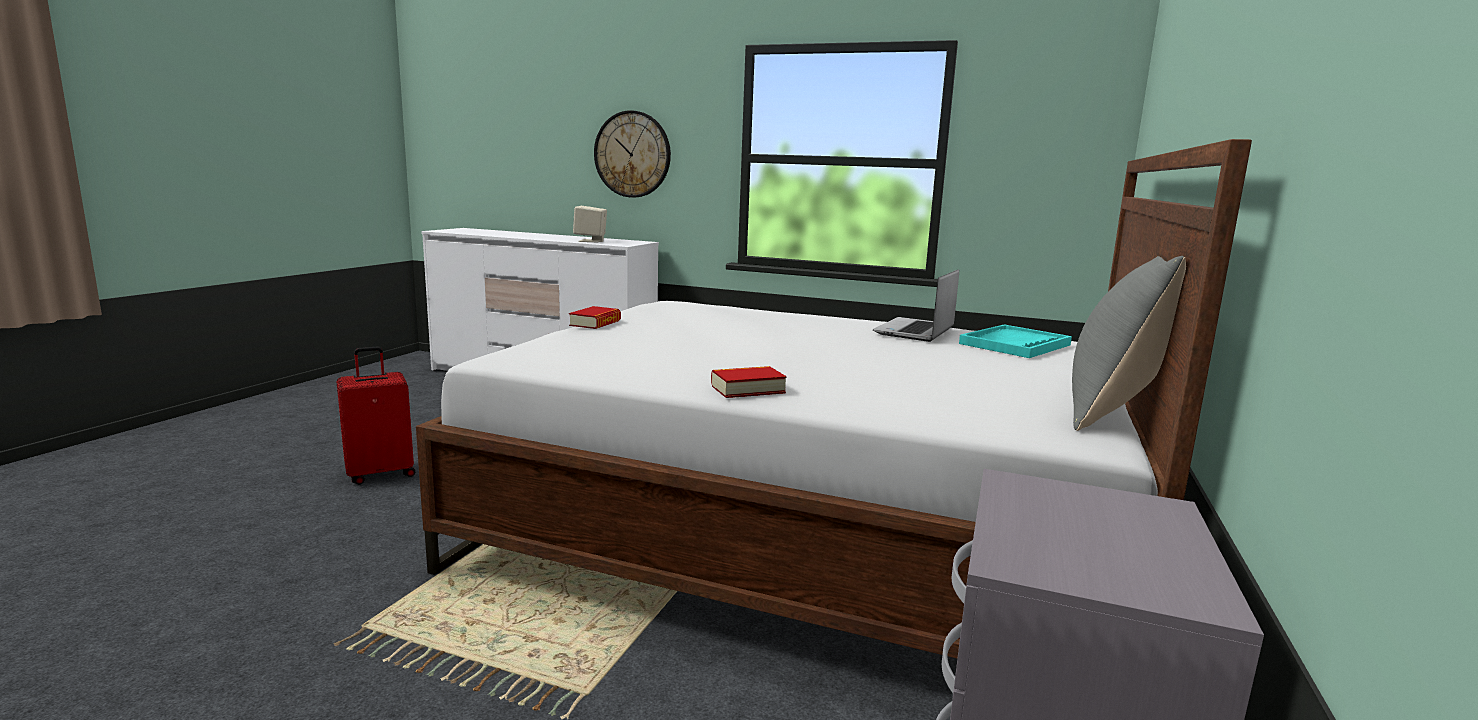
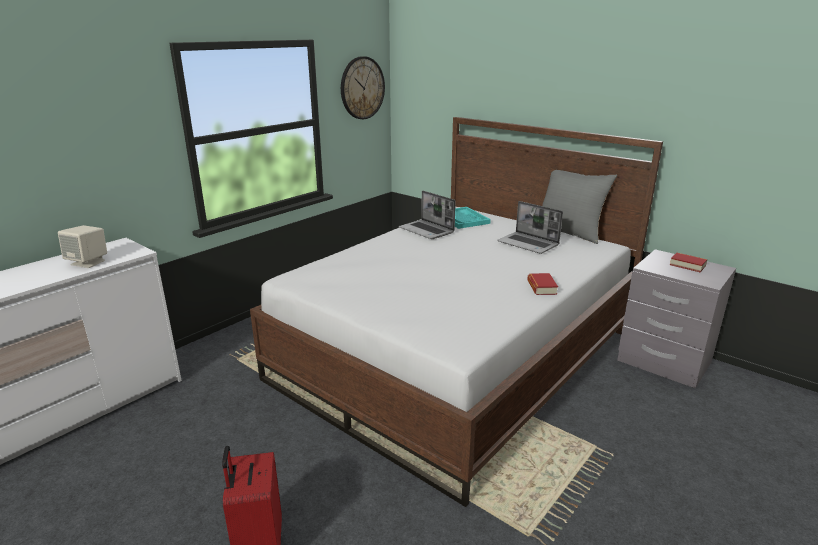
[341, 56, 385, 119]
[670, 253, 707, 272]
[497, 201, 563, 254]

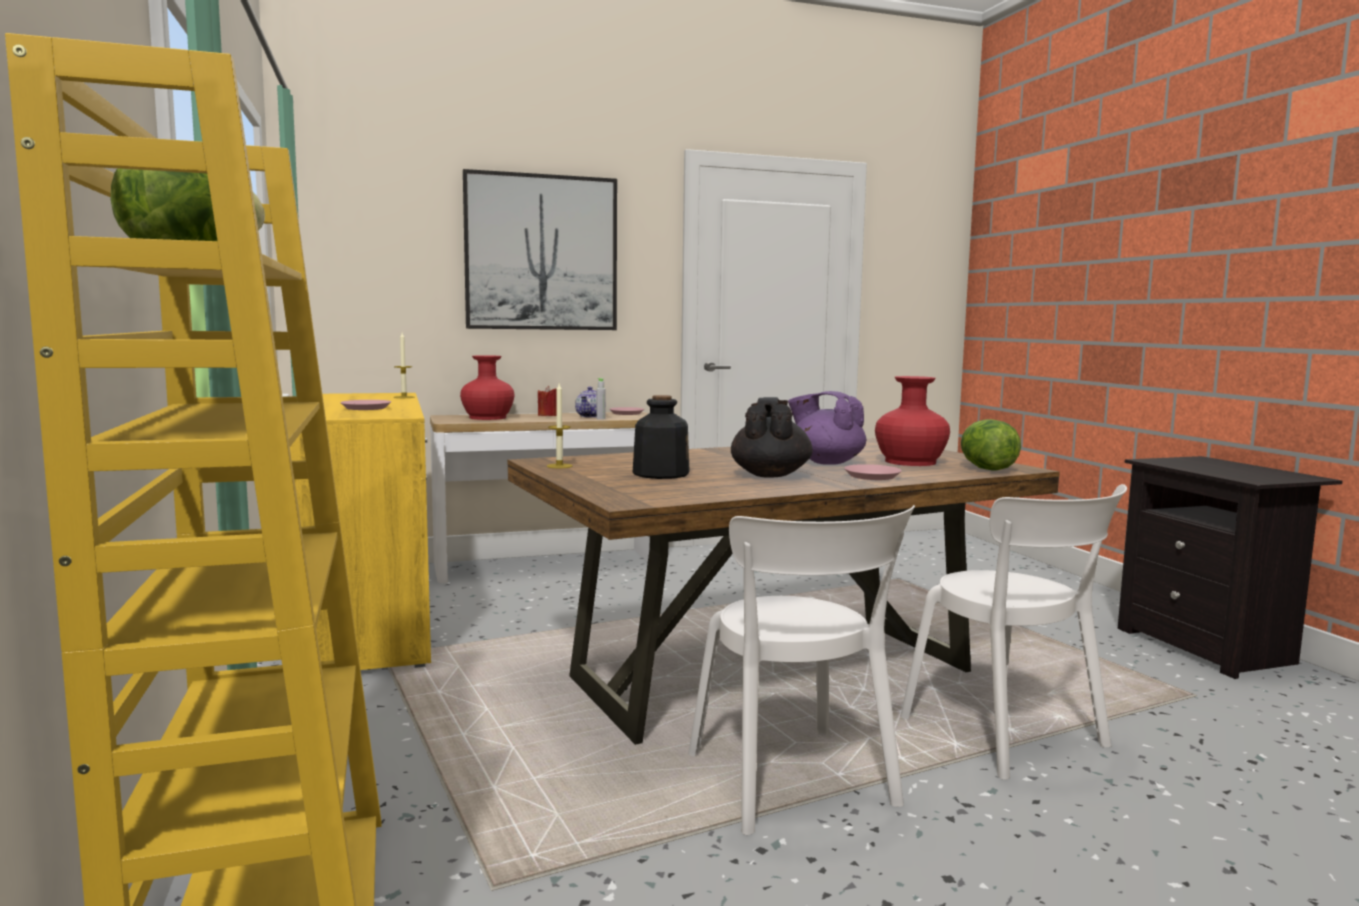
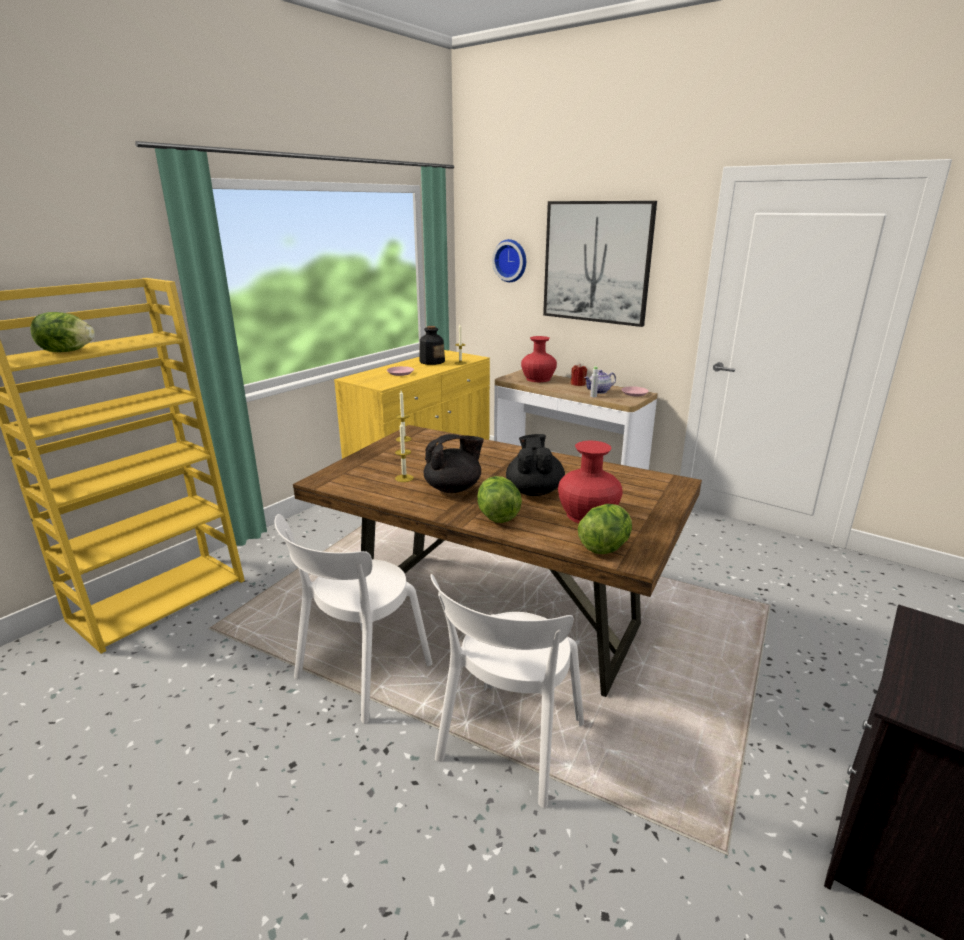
[506, 434, 565, 496]
[419, 326, 445, 365]
[477, 476, 522, 523]
[492, 239, 526, 282]
[395, 422, 414, 482]

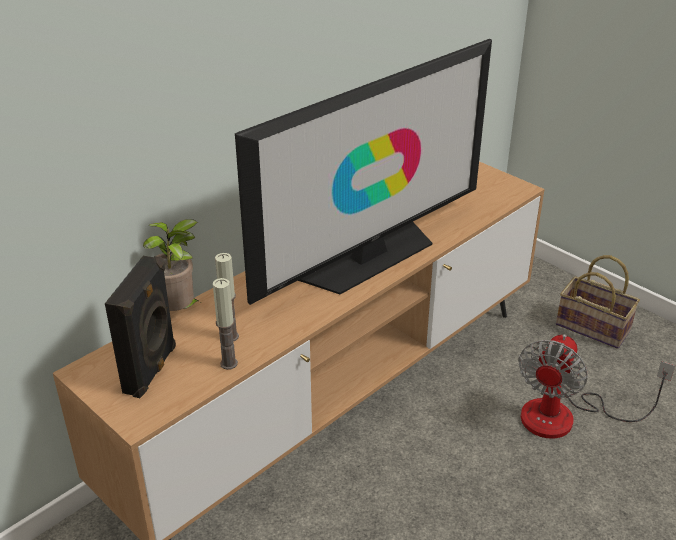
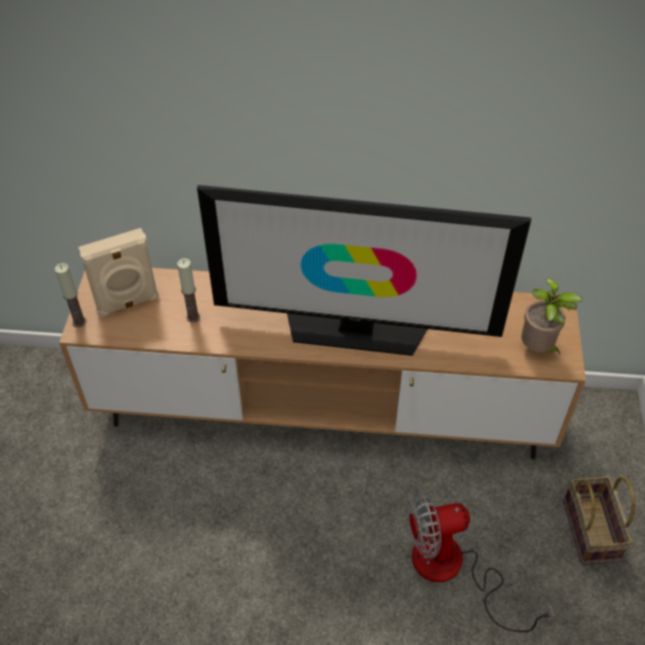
[521, 278, 583, 354]
[78, 228, 159, 317]
[55, 263, 86, 327]

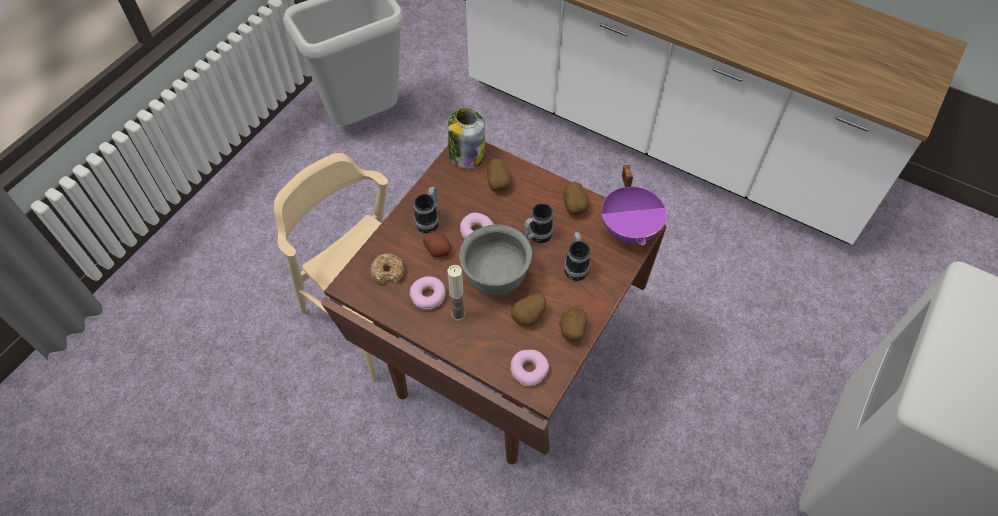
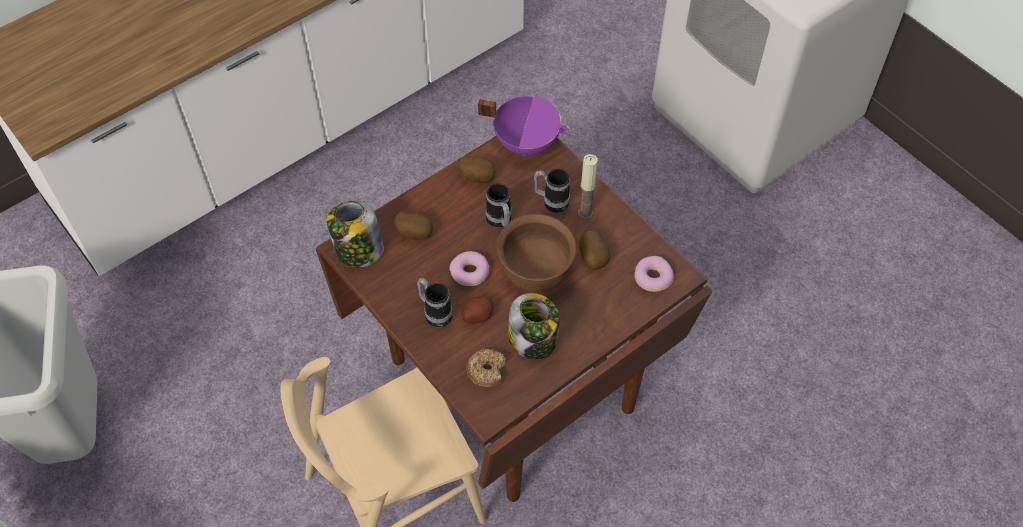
[497, 214, 577, 291]
[578, 154, 598, 219]
[508, 293, 560, 360]
[559, 308, 587, 341] (first image)

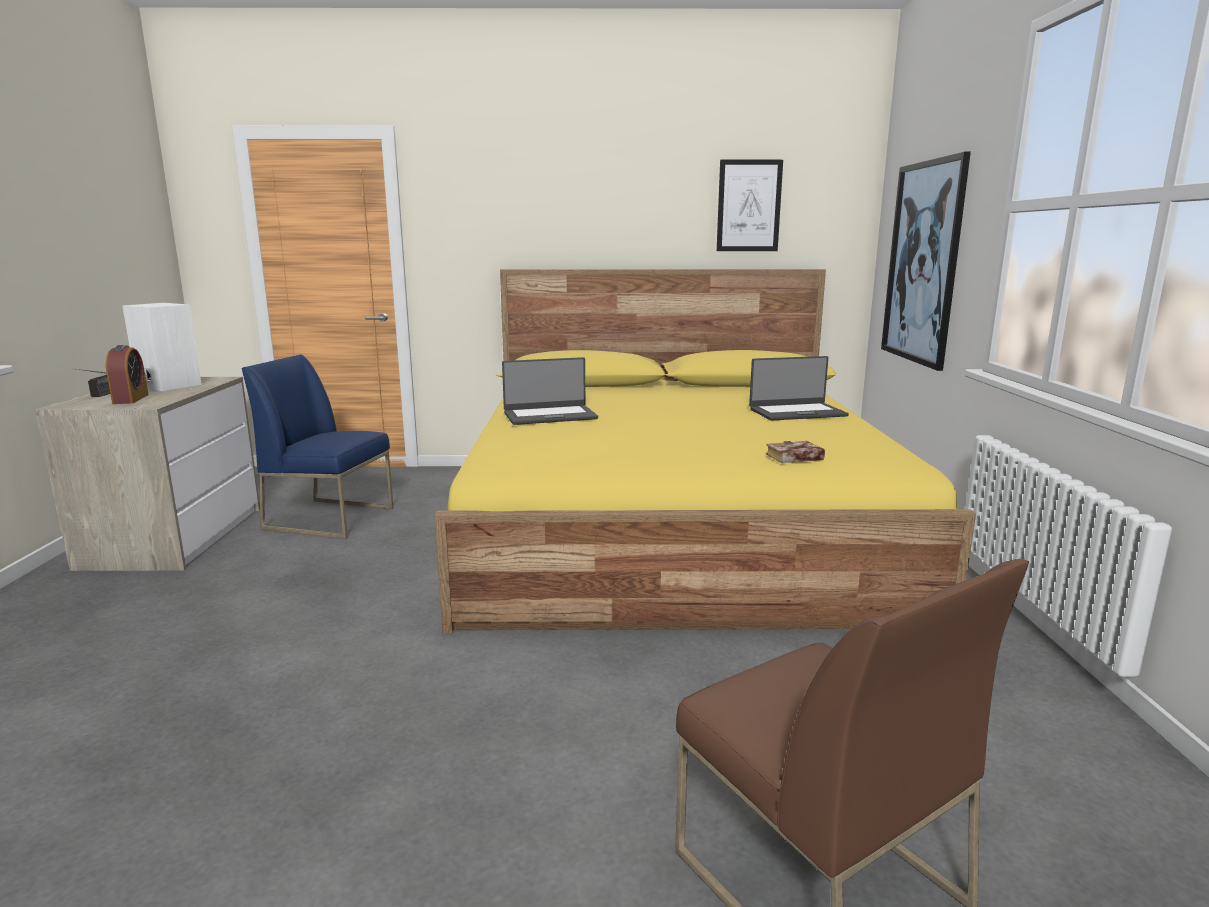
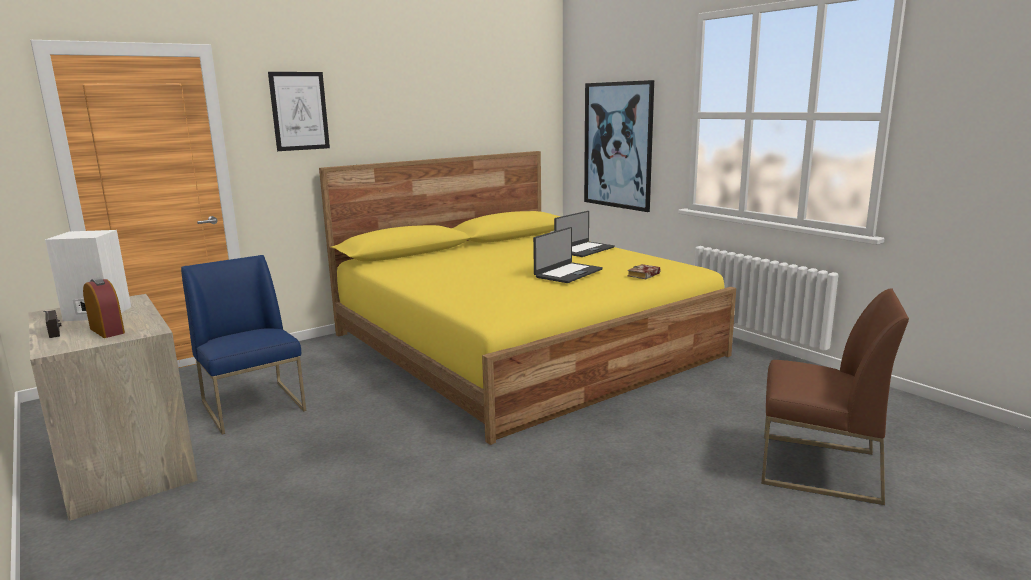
[268, 72, 330, 151]
[181, 255, 306, 435]
[533, 227, 603, 283]

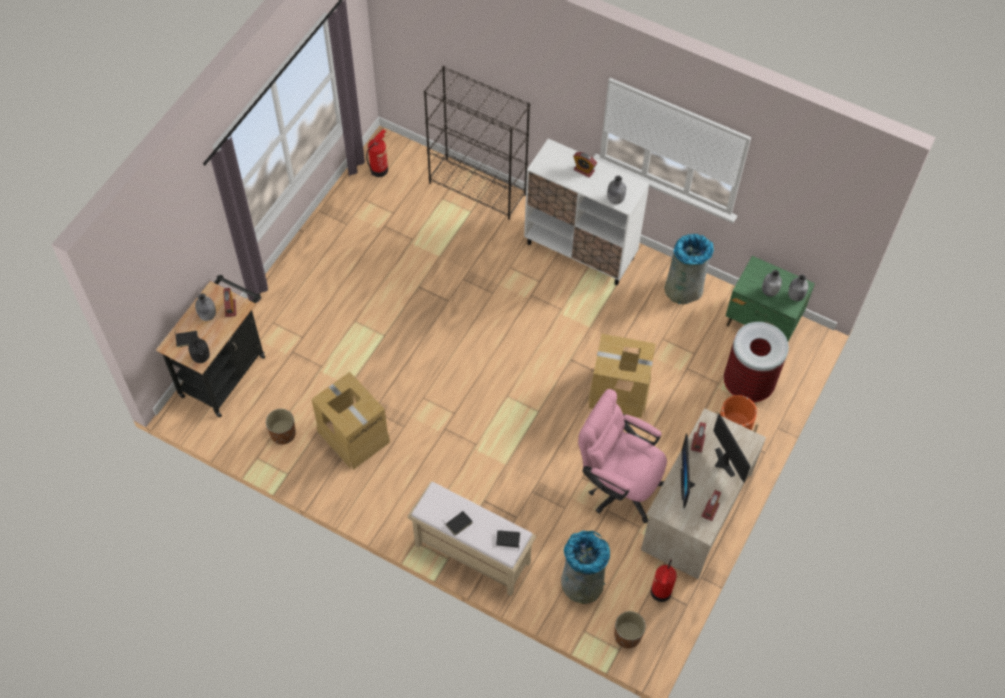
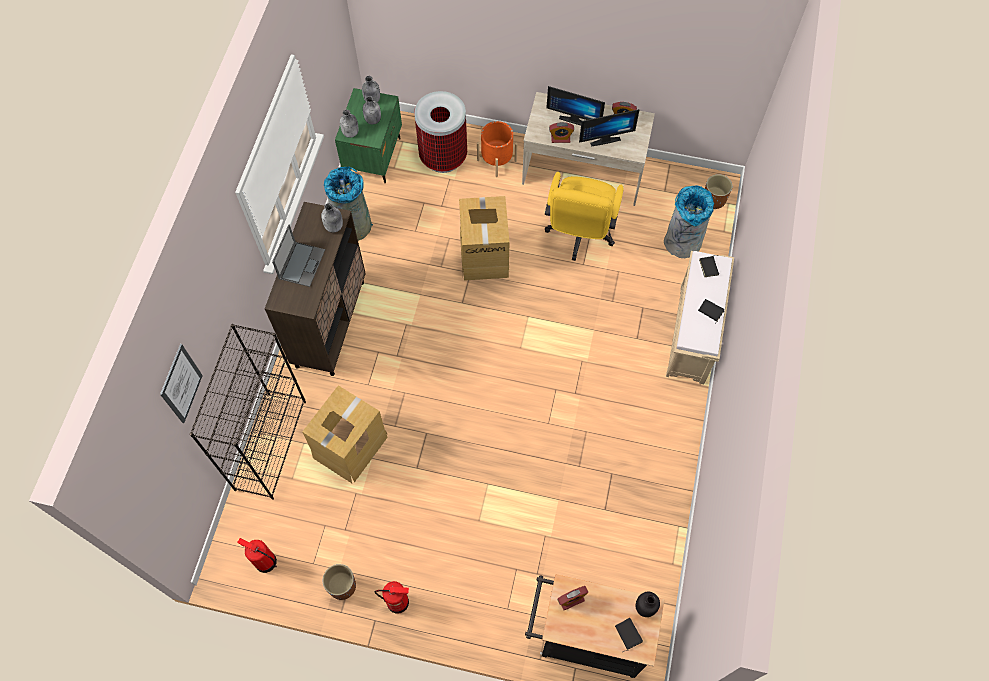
[265, 202, 366, 376]
[272, 224, 325, 287]
[340, 110, 359, 138]
[302, 385, 388, 483]
[545, 172, 624, 261]
[323, 564, 356, 600]
[546, 86, 605, 125]
[375, 581, 409, 614]
[160, 344, 203, 423]

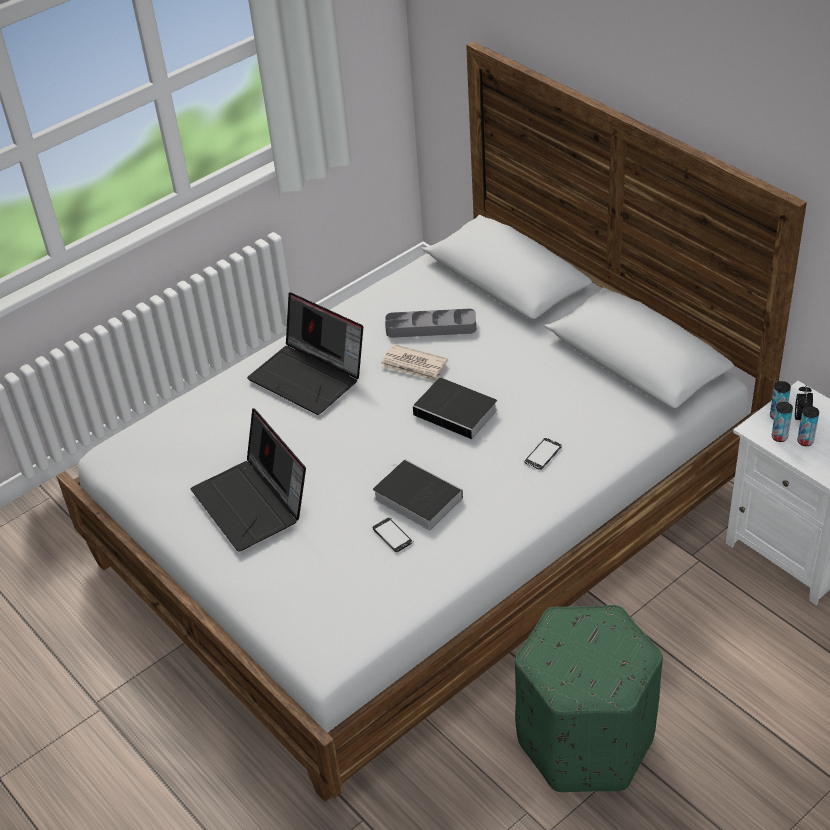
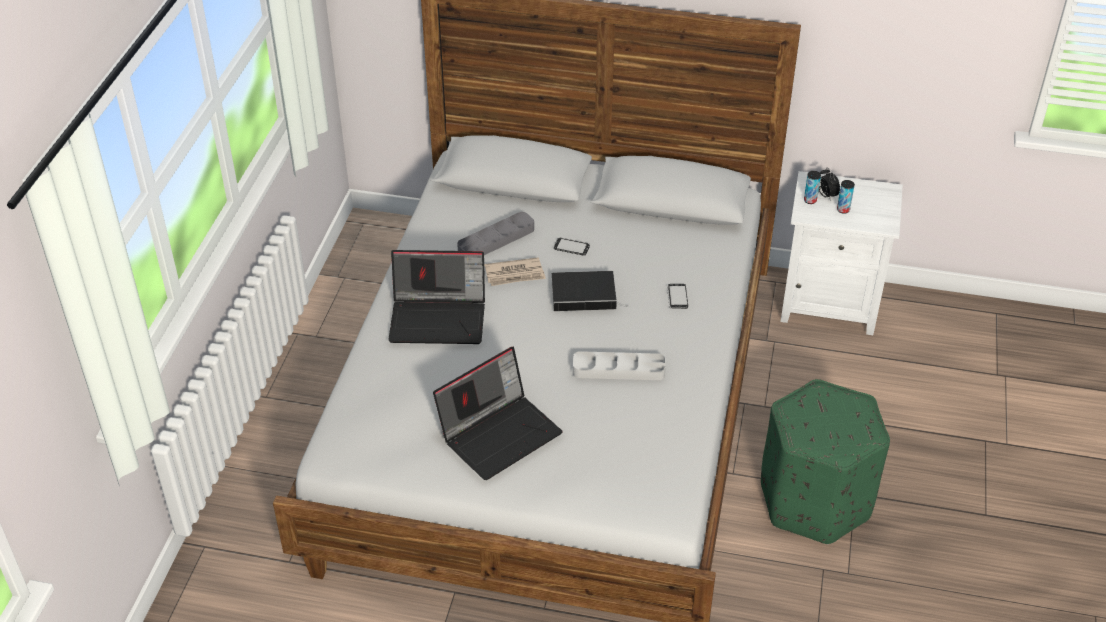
[772, 402, 793, 442] (first image)
[433, 347, 563, 480]
[573, 351, 666, 380]
[554, 237, 590, 256]

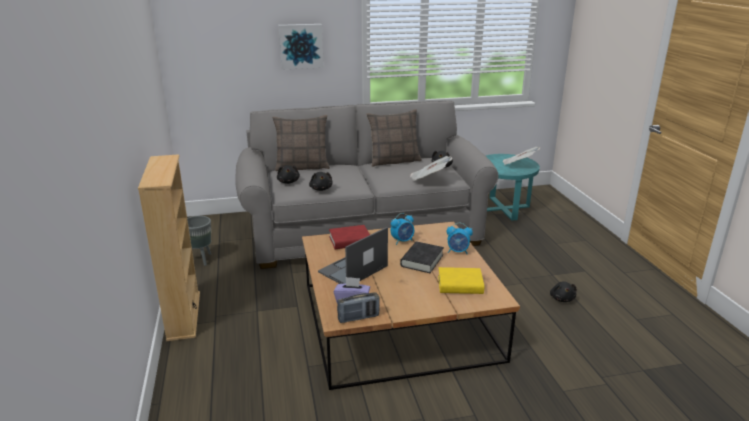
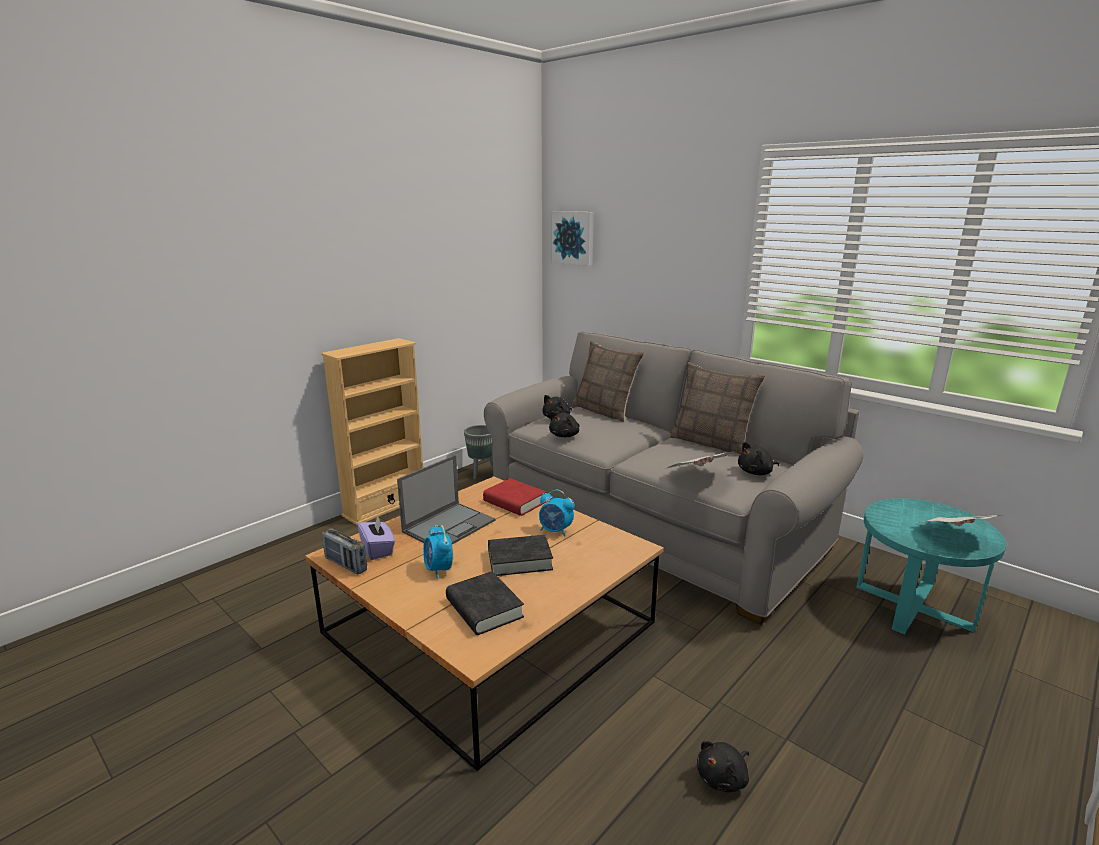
[551, 211, 594, 266]
[423, 525, 453, 579]
[397, 455, 495, 544]
[446, 571, 524, 635]

